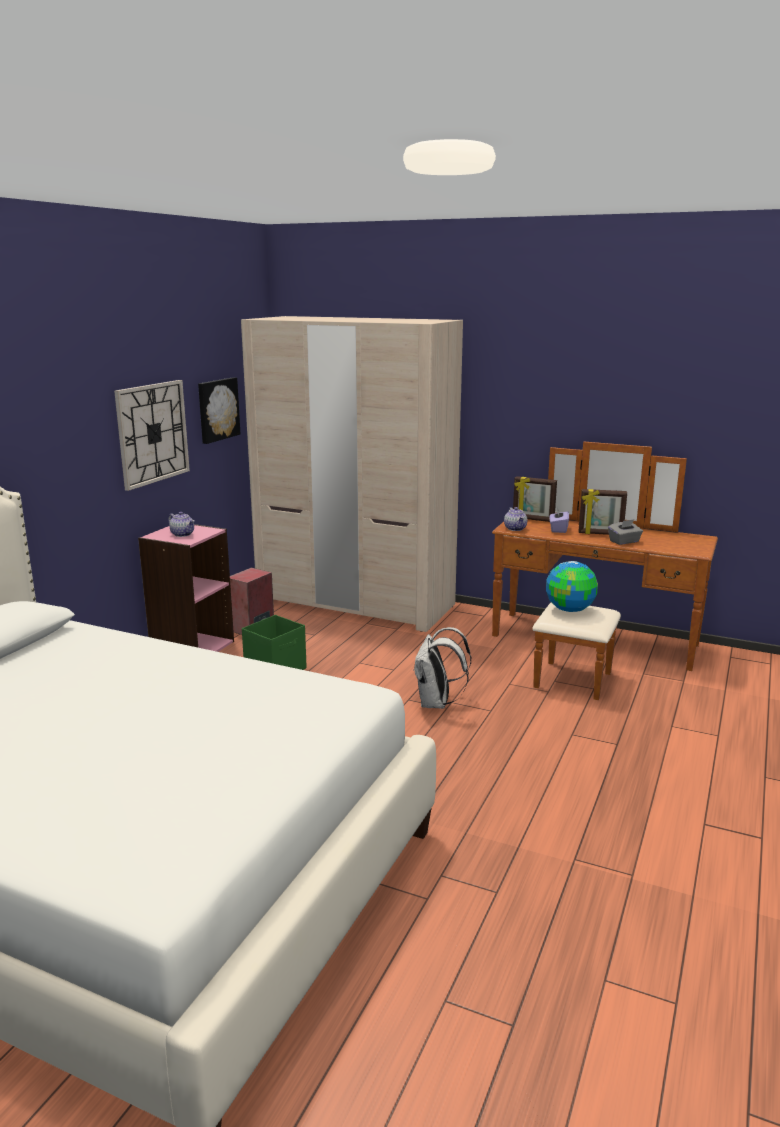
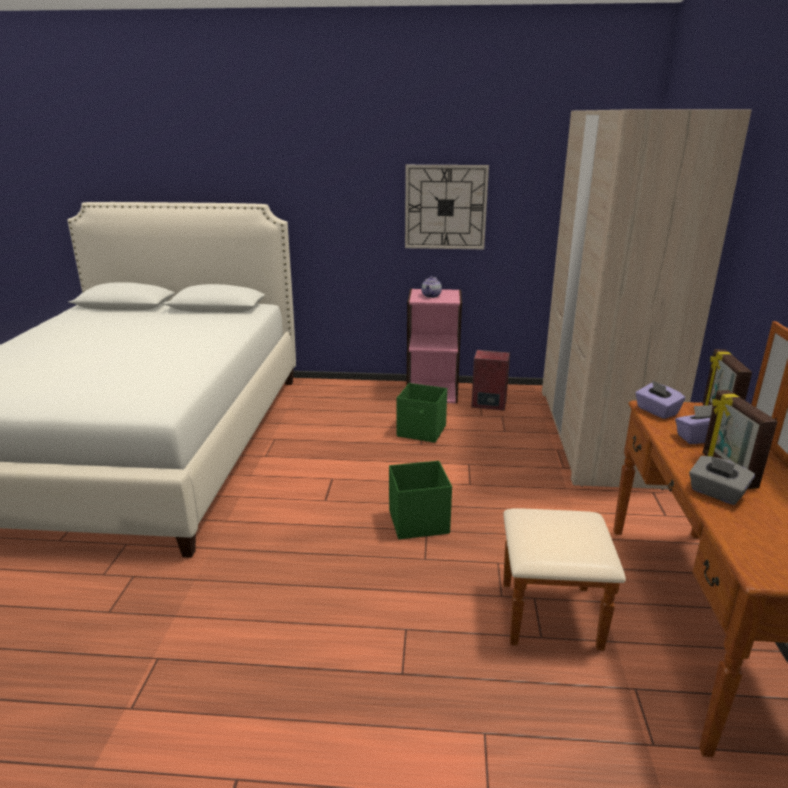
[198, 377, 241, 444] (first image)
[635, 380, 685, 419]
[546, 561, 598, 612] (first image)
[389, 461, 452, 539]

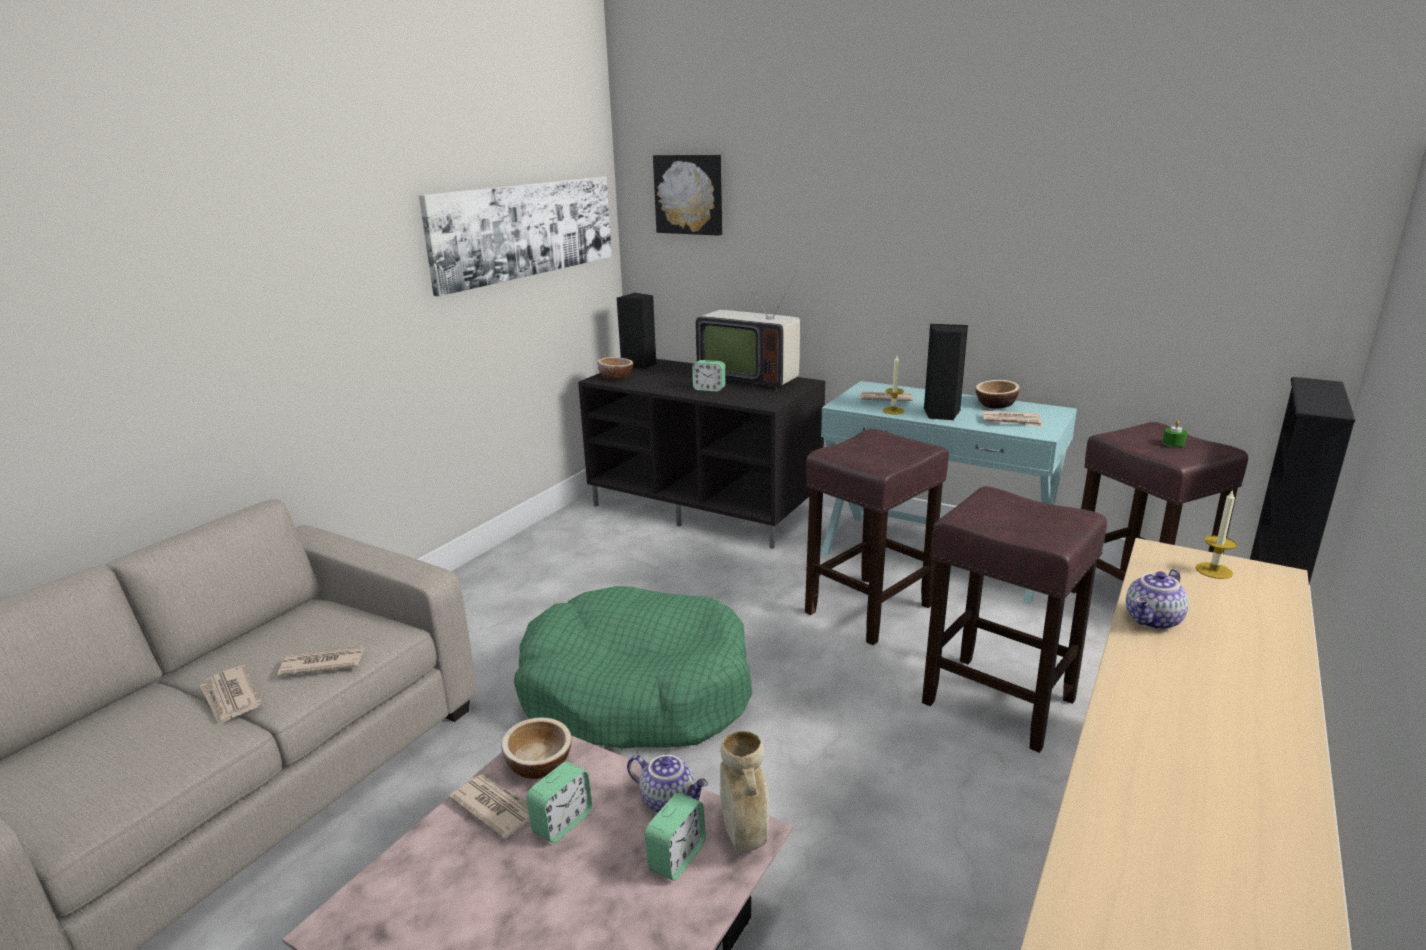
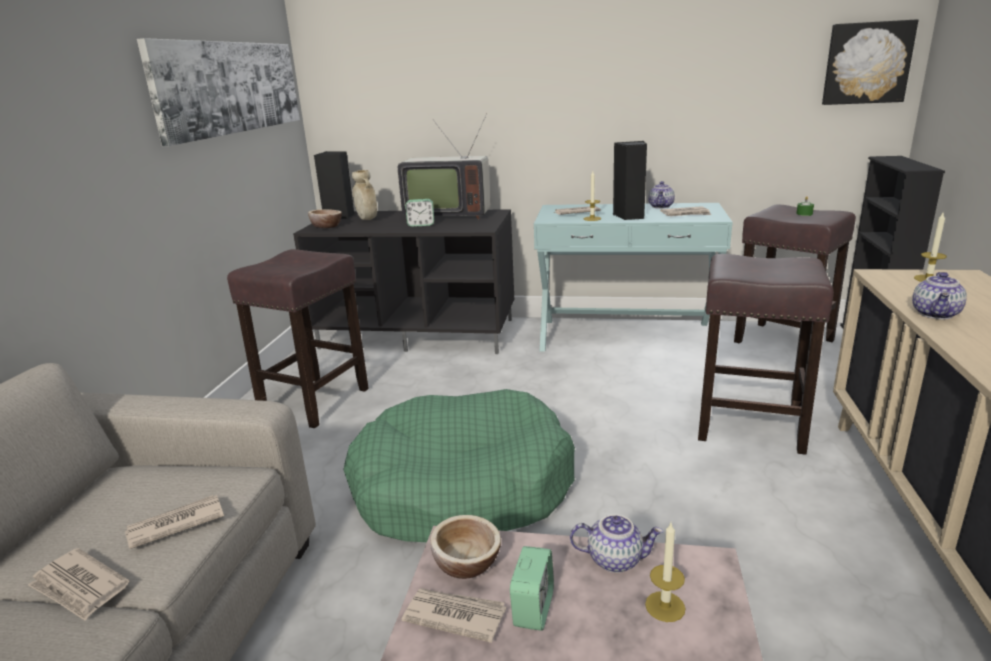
[822, 19, 918, 105]
[648, 181, 675, 209]
[227, 249, 369, 428]
[352, 170, 377, 220]
[645, 523, 686, 622]

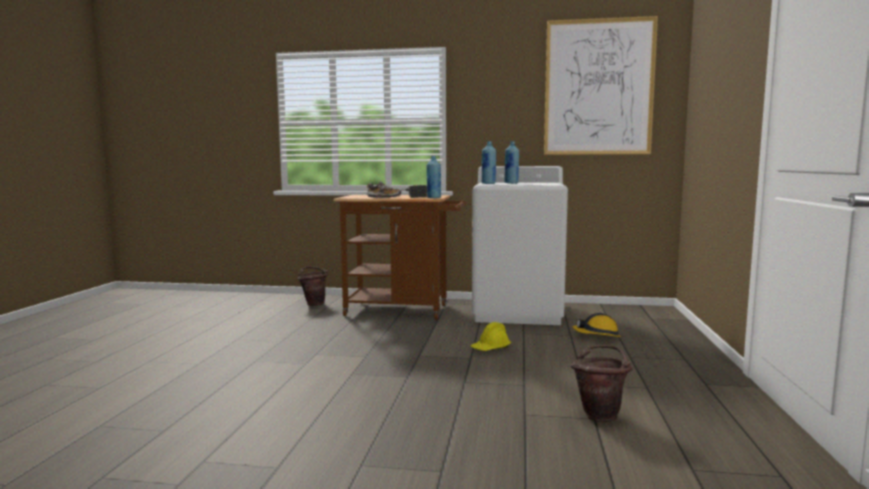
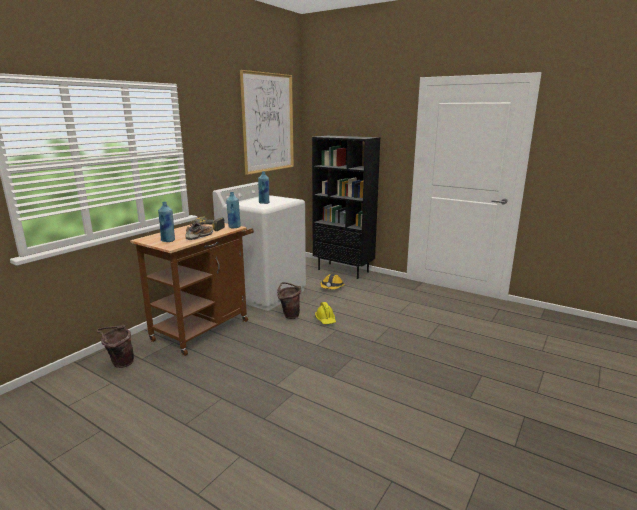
[158, 202, 175, 242]
[277, 282, 301, 319]
[312, 136, 380, 279]

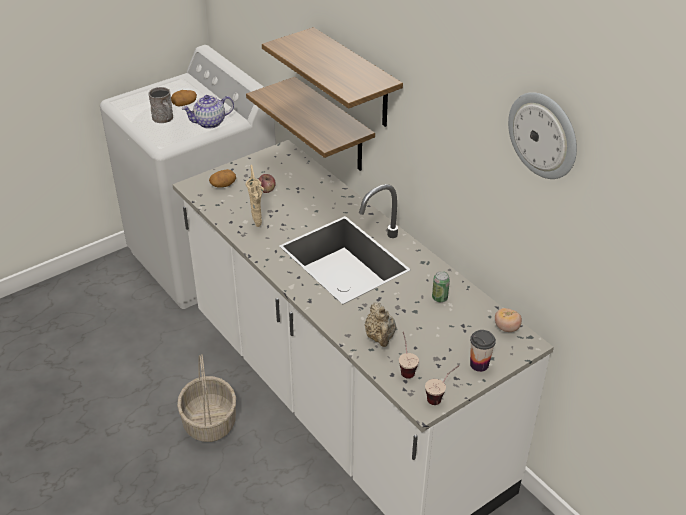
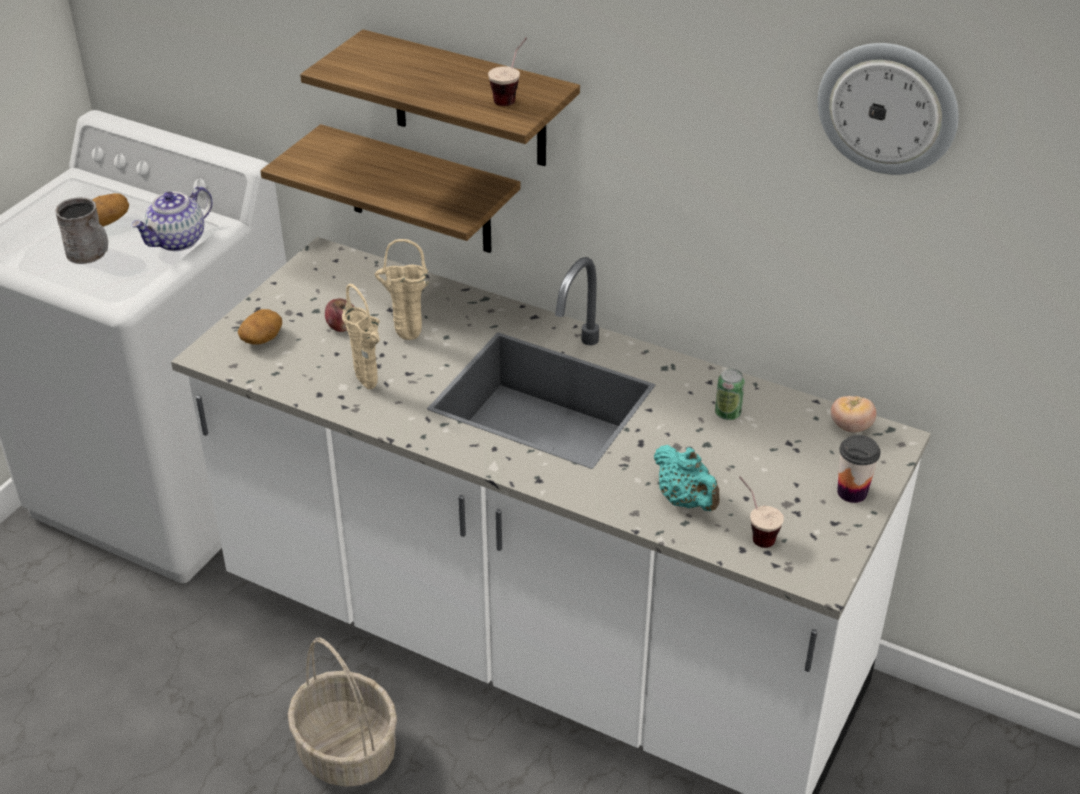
[654, 445, 720, 511]
[488, 37, 527, 106]
[375, 239, 429, 340]

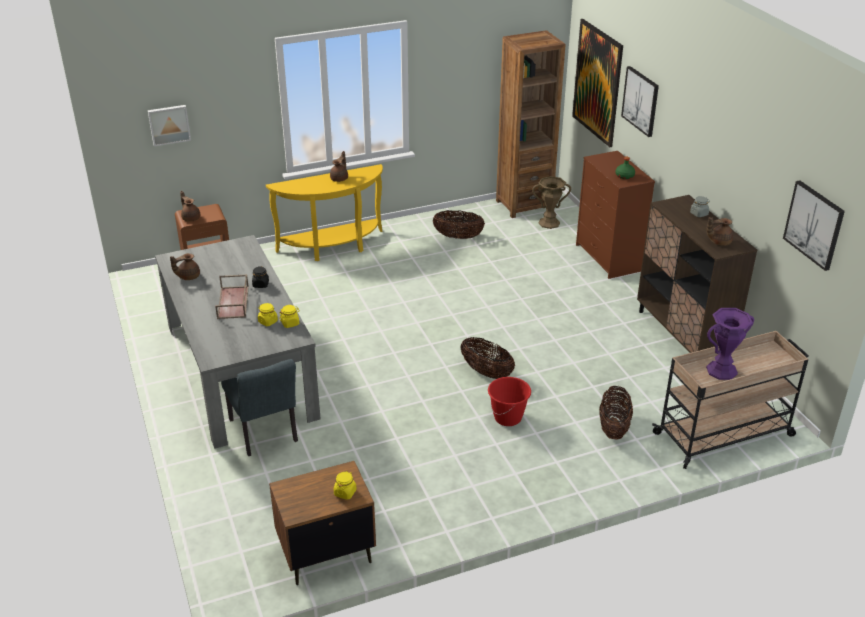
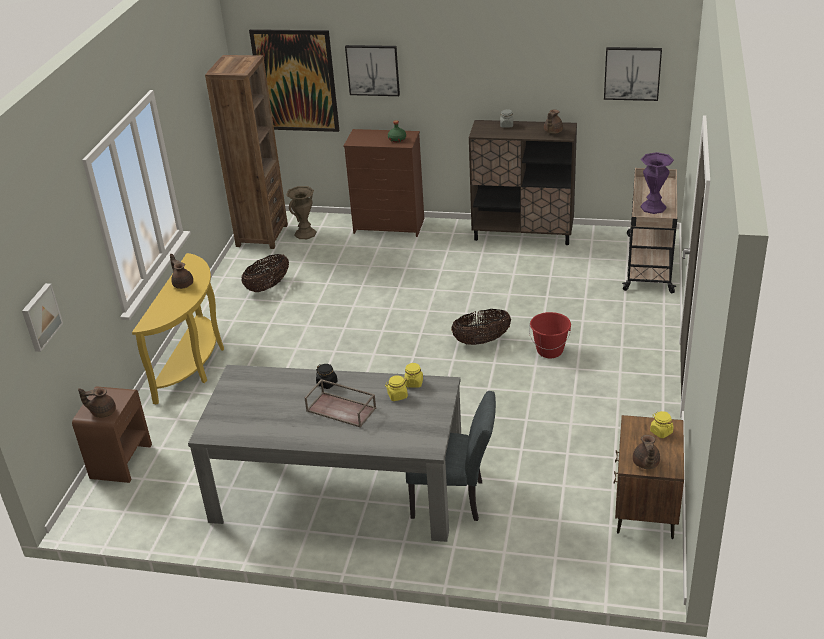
[633, 435, 660, 469]
[599, 386, 633, 440] (first image)

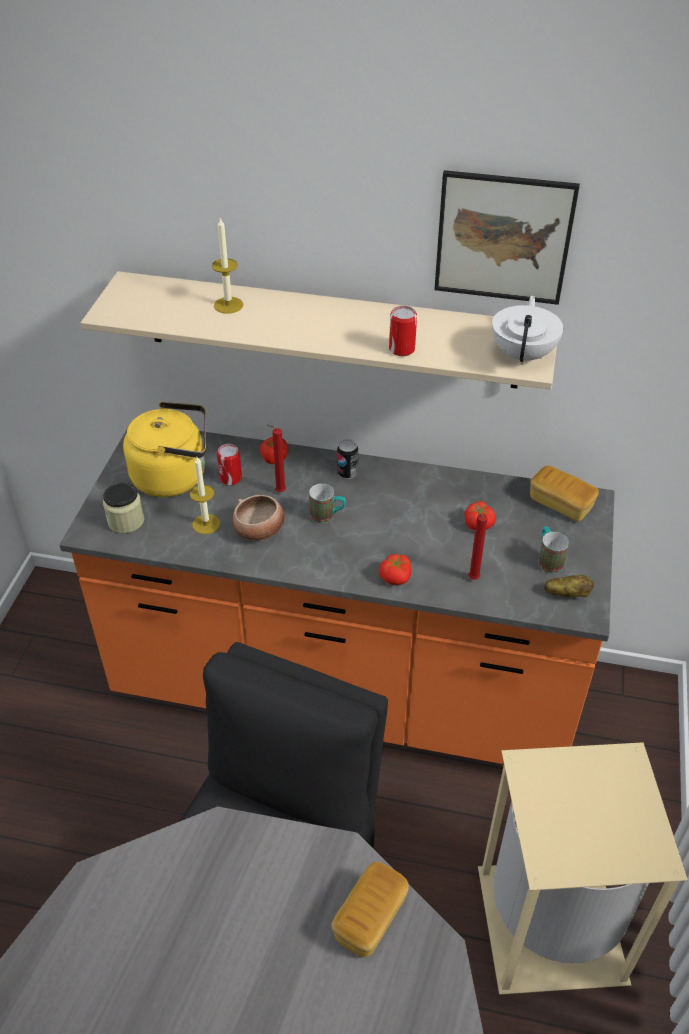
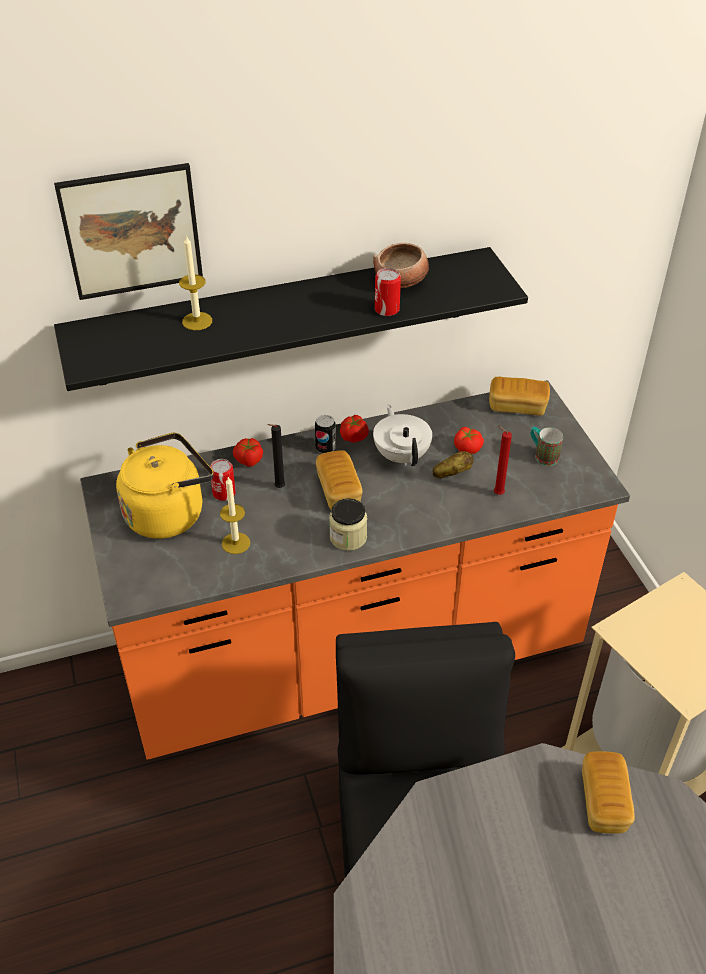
[54, 163, 203, 300]
[54, 247, 528, 391]
[373, 405, 432, 466]
[267, 424, 285, 488]
[329, 498, 367, 551]
[316, 451, 363, 510]
[373, 243, 429, 288]
[340, 415, 369, 443]
[432, 451, 474, 478]

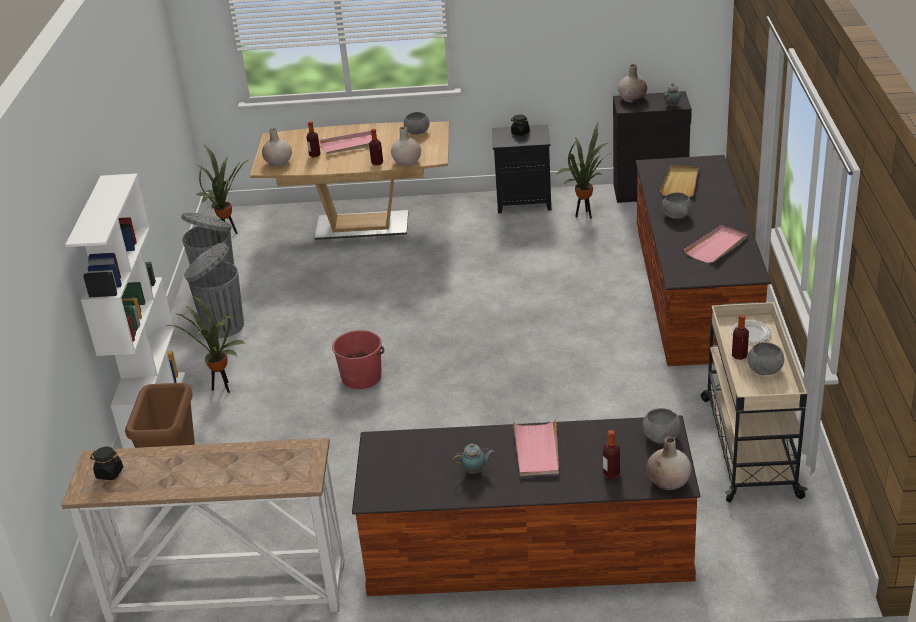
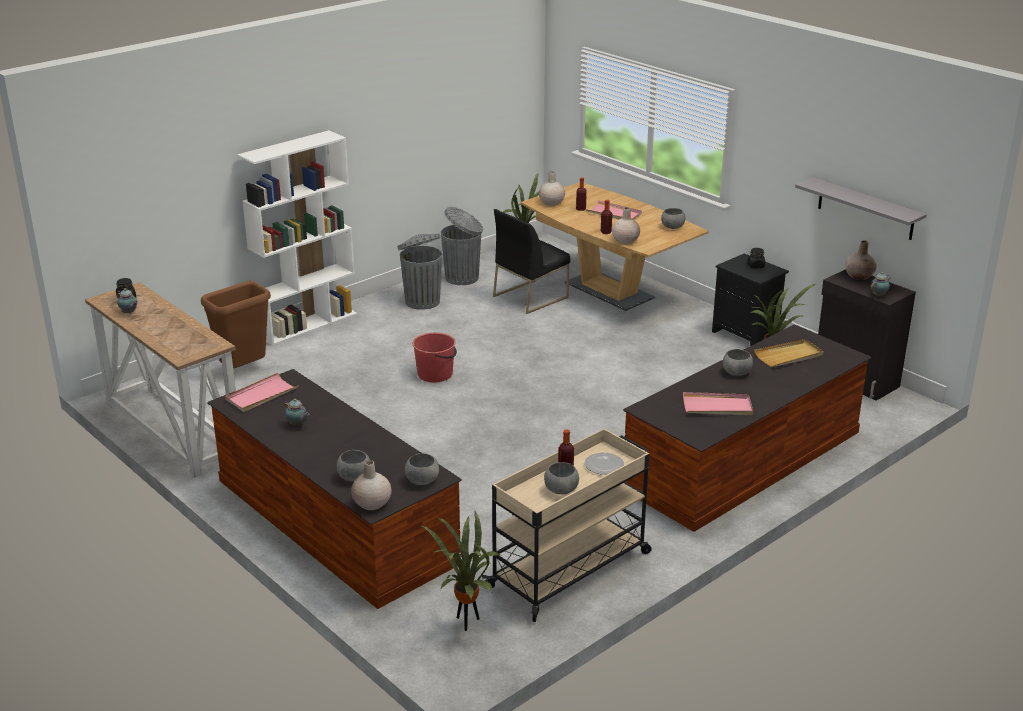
[420, 509, 501, 631]
[225, 373, 299, 412]
[337, 450, 370, 482]
[795, 178, 927, 240]
[493, 209, 570, 314]
[117, 288, 138, 314]

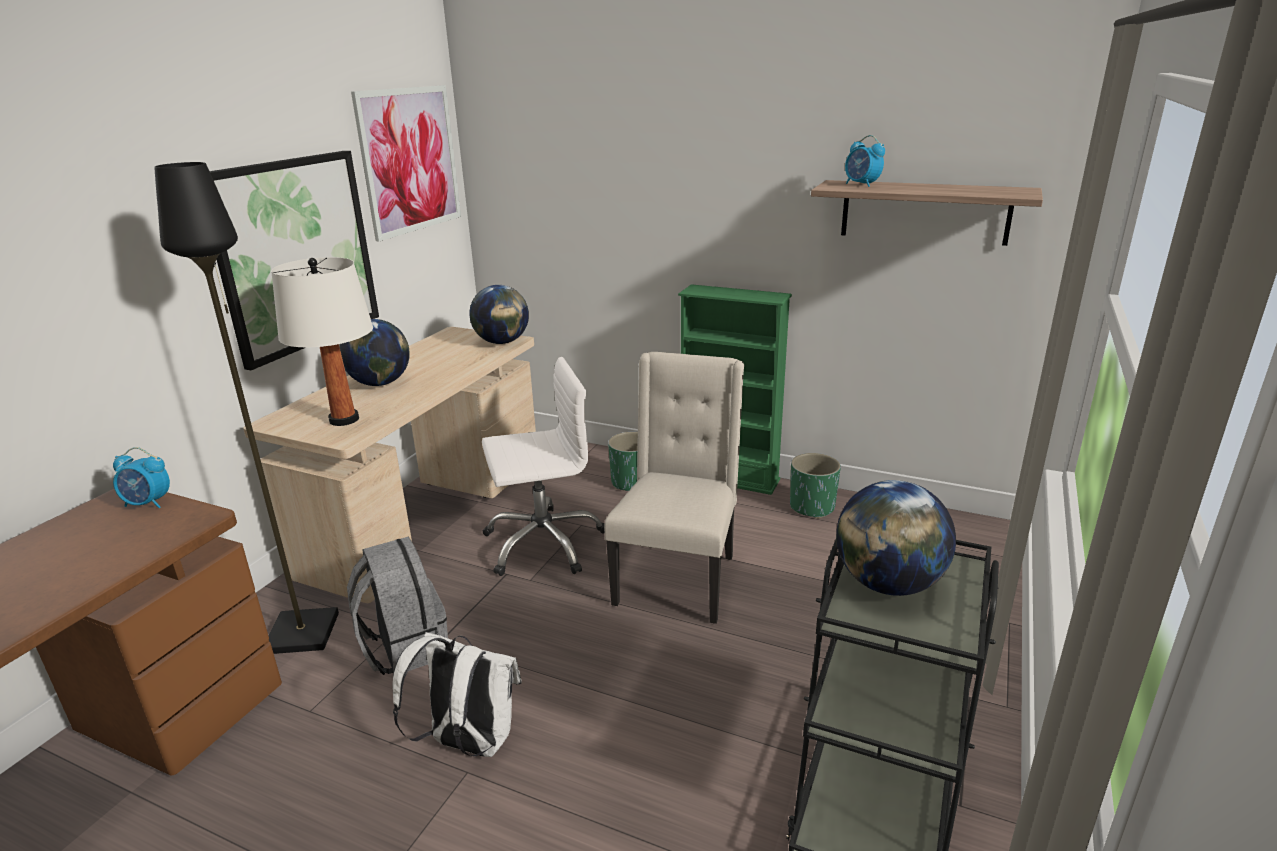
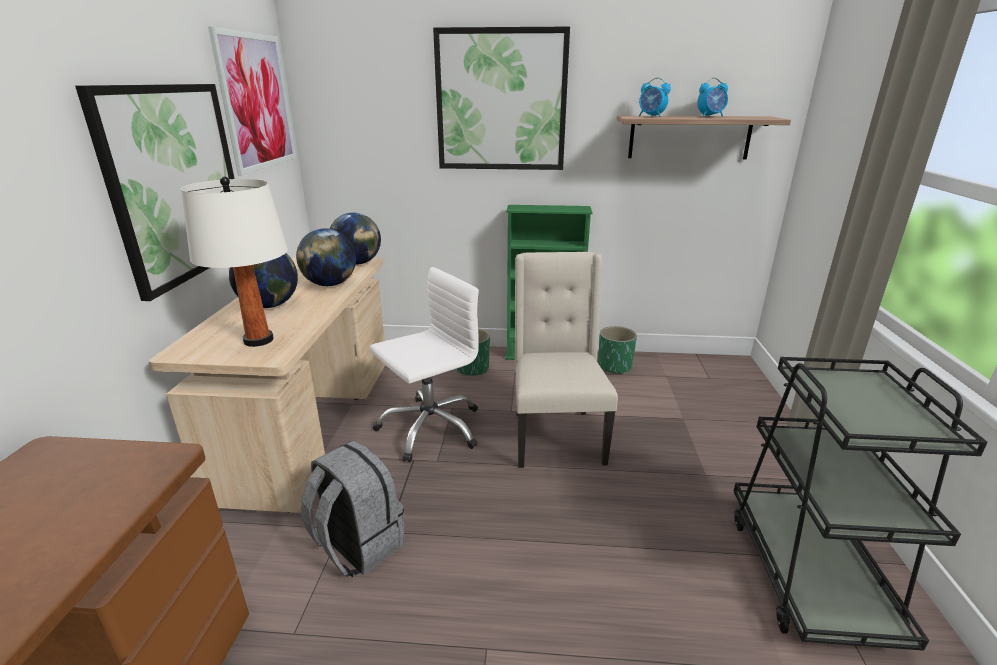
[154, 162, 339, 654] (first image)
[697, 78, 728, 117]
[296, 228, 356, 286]
[393, 632, 522, 757] (first image)
[433, 27, 570, 170]

